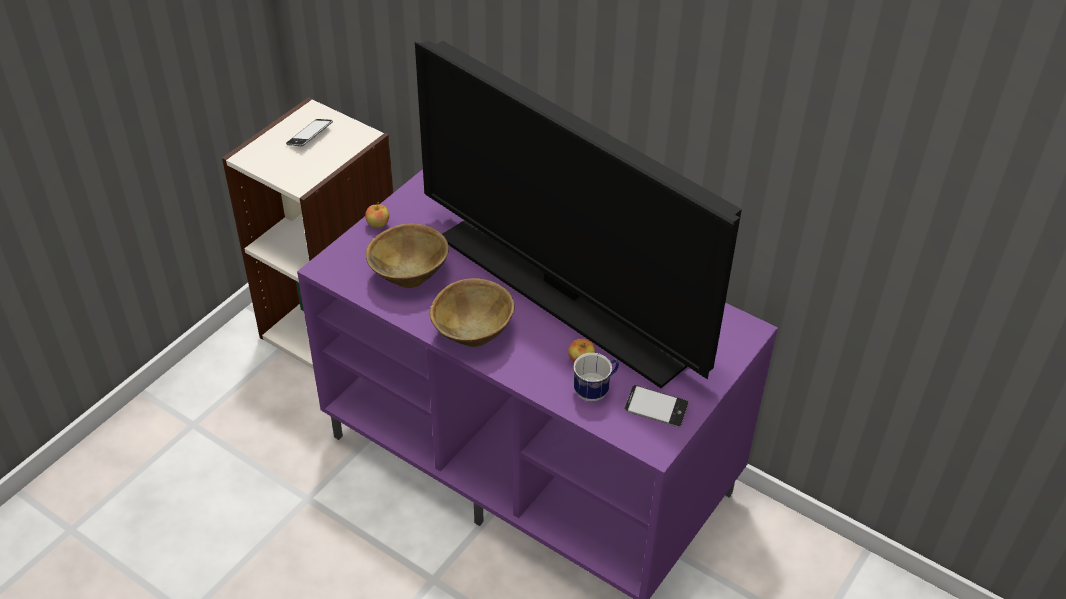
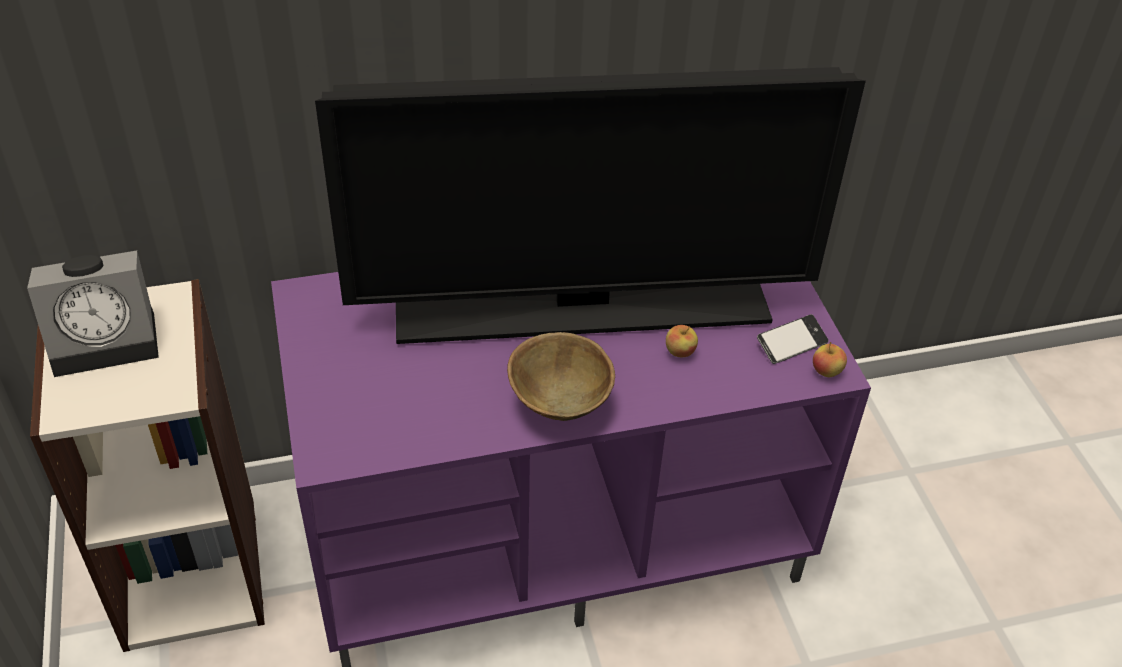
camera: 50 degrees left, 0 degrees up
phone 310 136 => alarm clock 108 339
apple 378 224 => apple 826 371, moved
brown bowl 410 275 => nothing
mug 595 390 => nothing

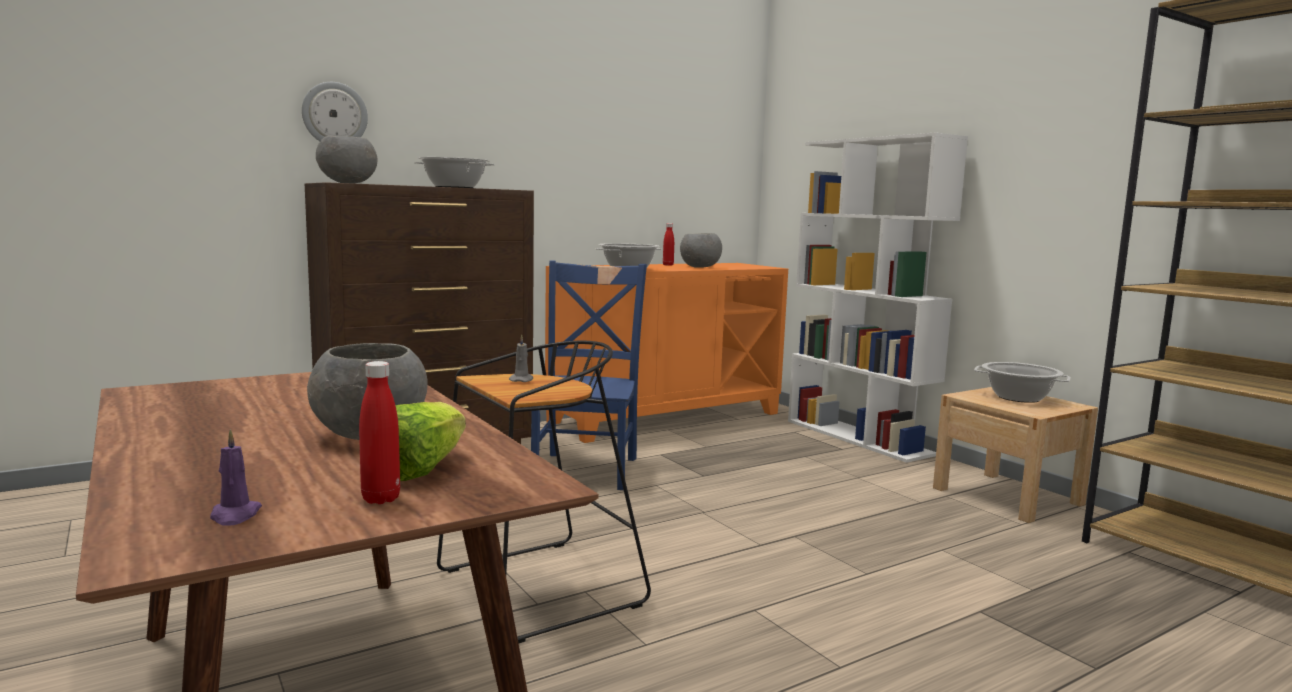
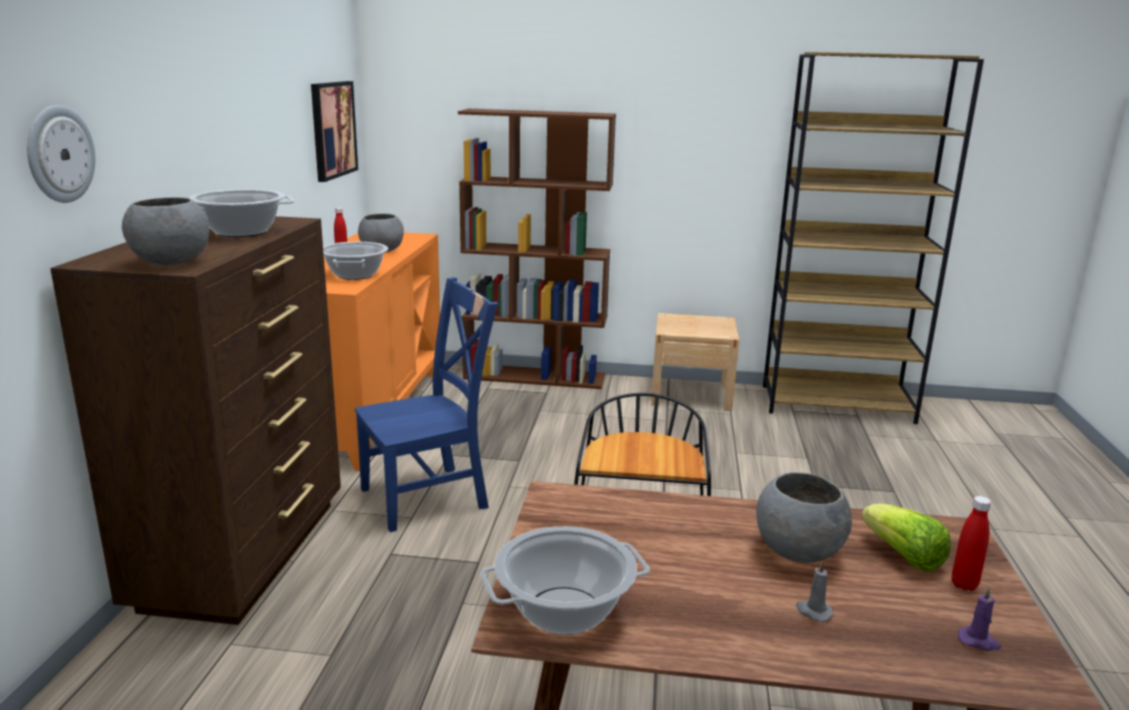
camera: 50 degrees left, 10 degrees up
grey candle 521 380 => grey candle 813 612, moved
blue chair 587 469 => blue chair 429 497, 105 degrees clockwise
white bookcase 859 437 => brown bookcase 535 376
cooking pot 1018 398 => cooking pot 564 612, moved
nothing => picture 332 129

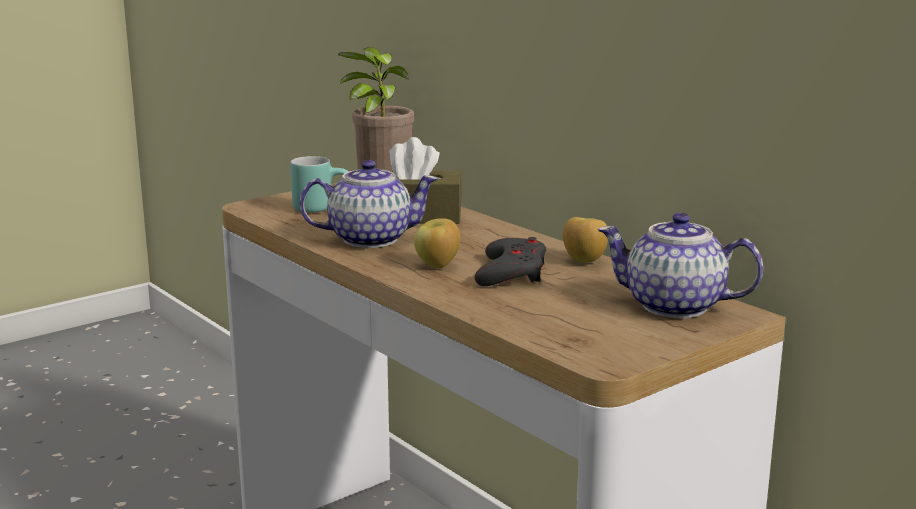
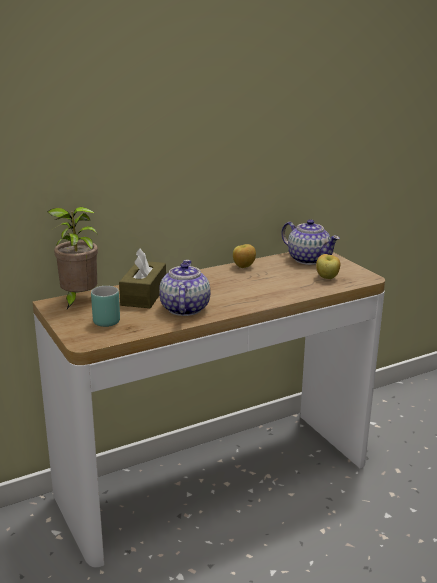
camera: 80 degrees left, 5 degrees up
apple 438 265 => apple 327 278, moved
grey game controller 511 272 => nothing
teapot 675 306 => teapot 308 259, 75 degrees counterclockwise

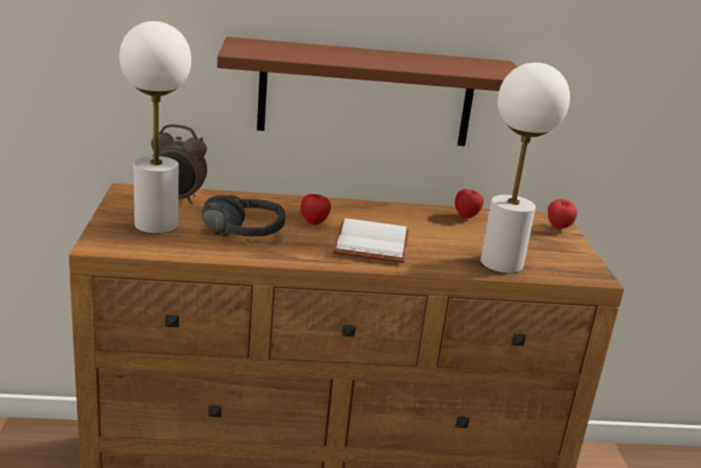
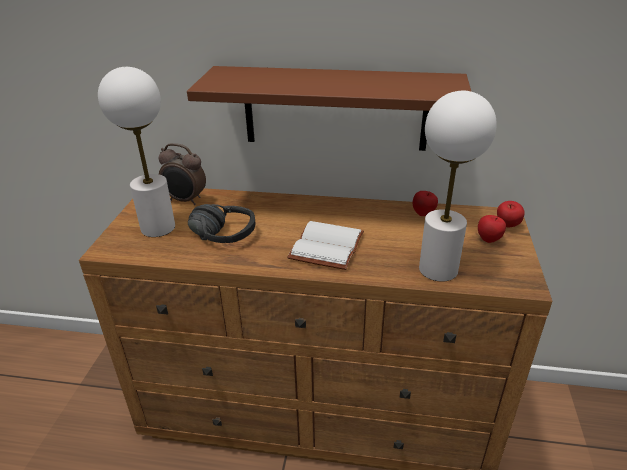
camera: 15 degrees right, 10 degrees up
apple 314 223 => apple 489 240, moved

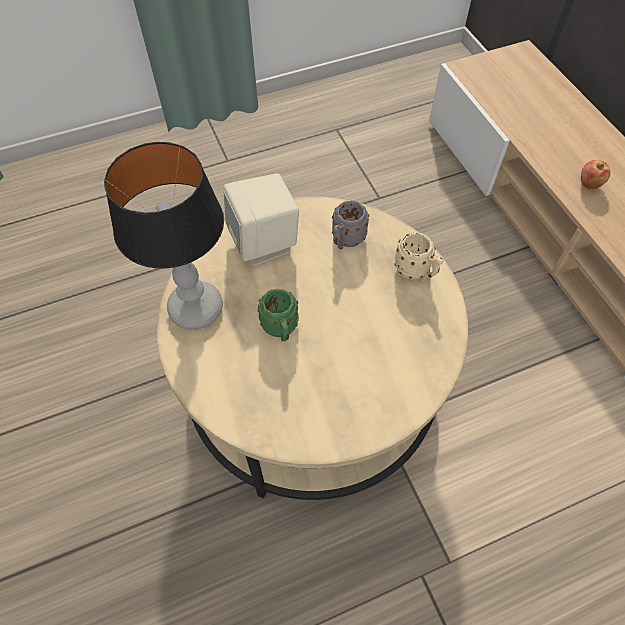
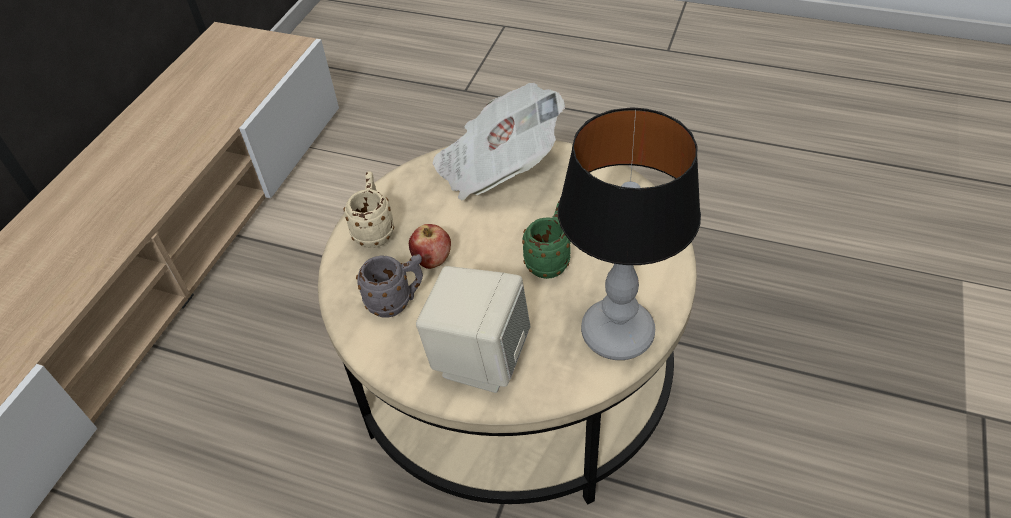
camera: 135 degrees left, 10 degrees down
apple 589 184 => apple 432 260, moved
nothing => newspaper 497 167

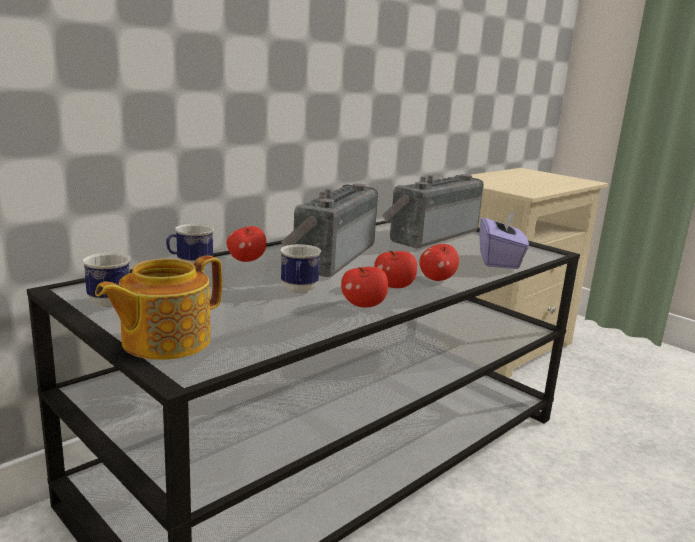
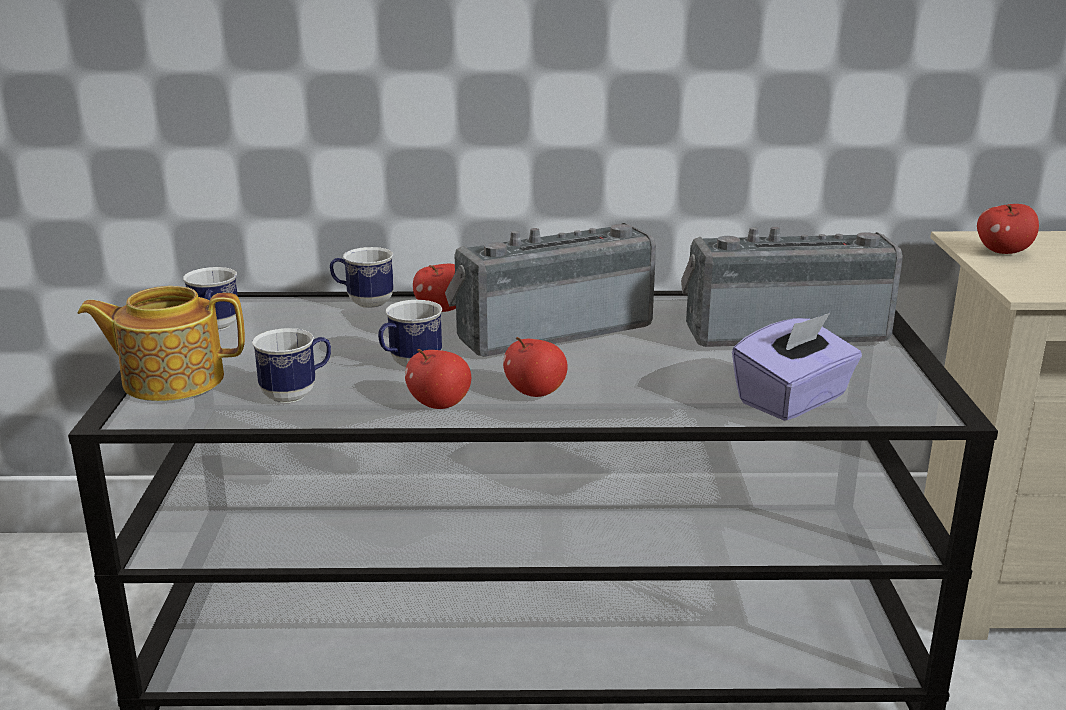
camera: 45 degrees right, 5 degrees up
apple 437 279 => apple 1003 252, moved
nothing => mug 297 394

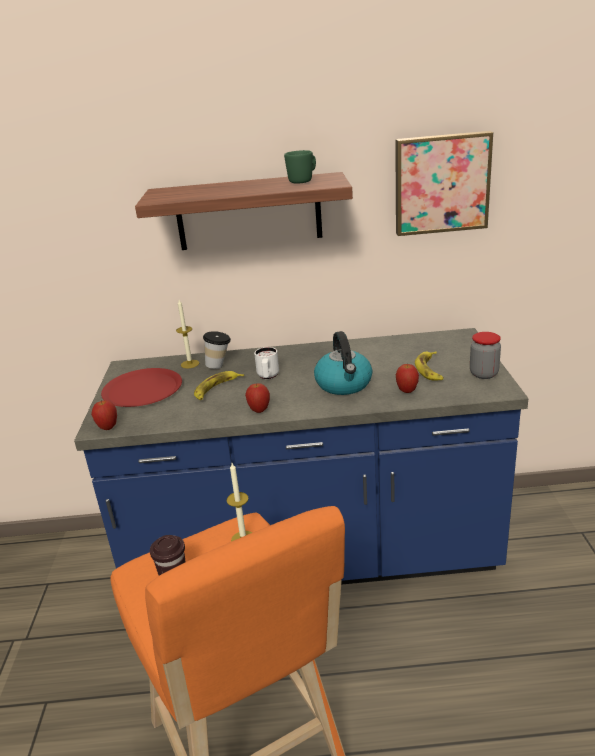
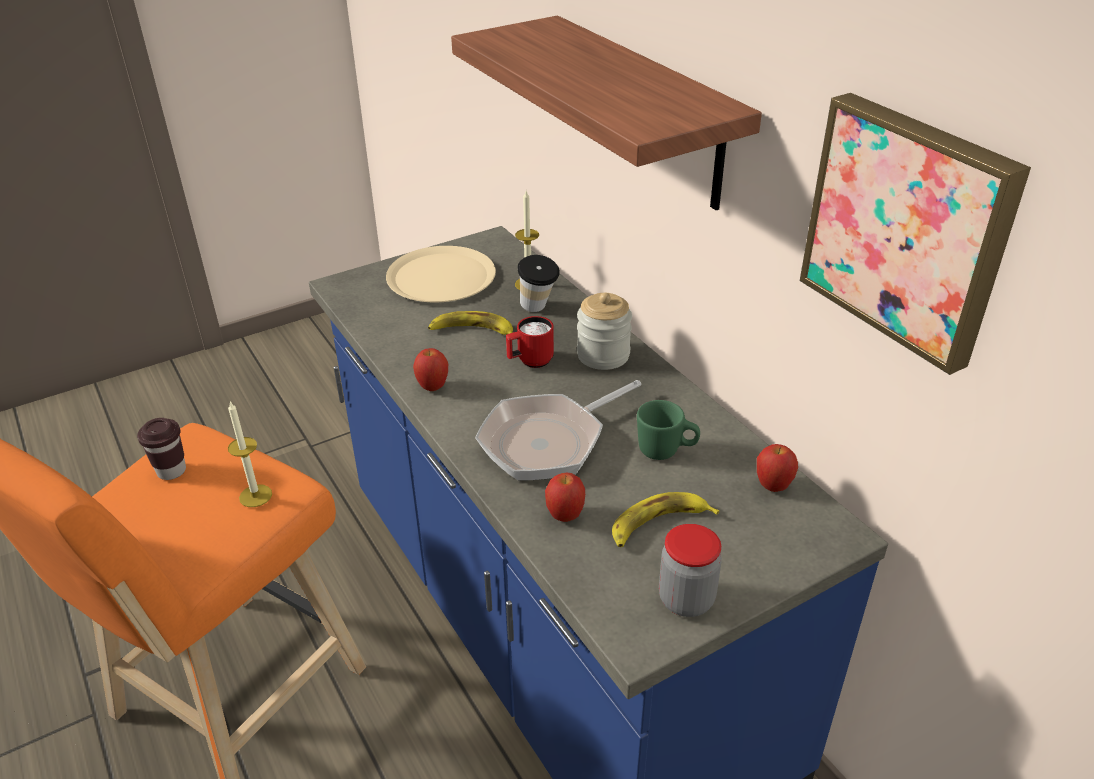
camera: 60 degrees right, 10 degrees up
apple 108 427 => apple 772 486, moved
red plate 142 389 => beige plate 441 277
white mug 268 377 => red mug 530 362
green mug 303 181 => green mug 666 451, moved
kettle 344 384 => frying pan 549 441
nothing => jar 603 355

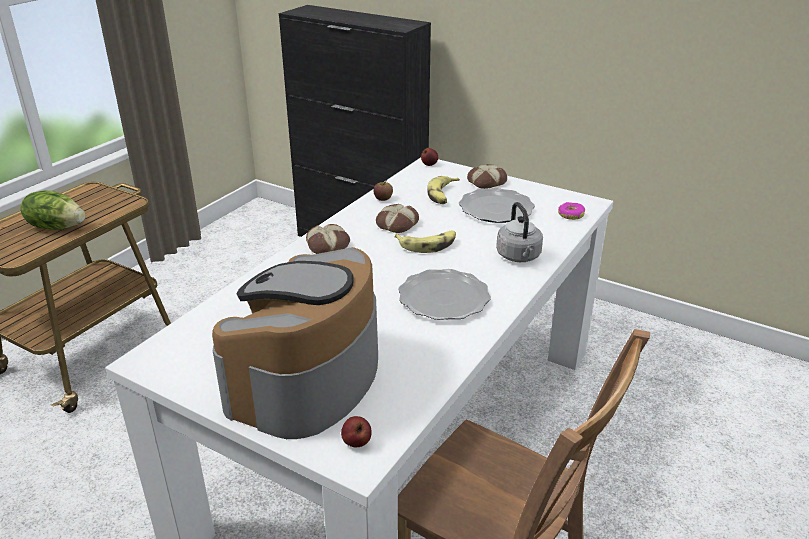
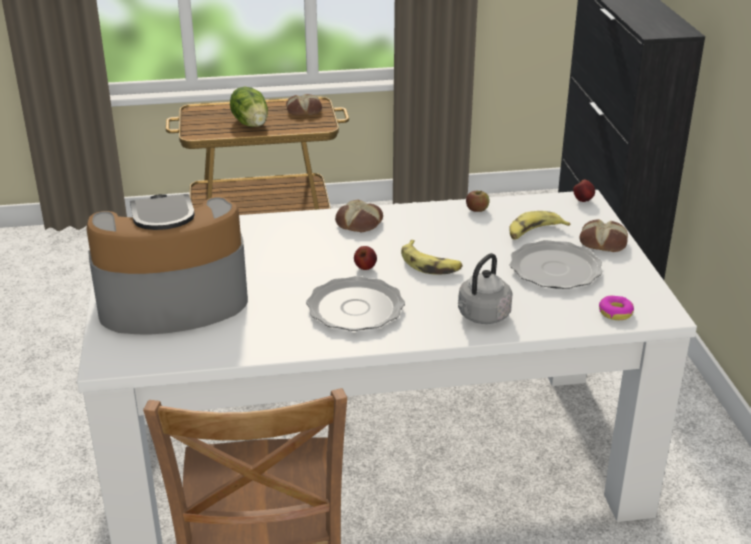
camera: 50 degrees right, 0 degrees up
apple 356 442 => apple 365 267, moved
bread 396 223 => bread 304 110, moved

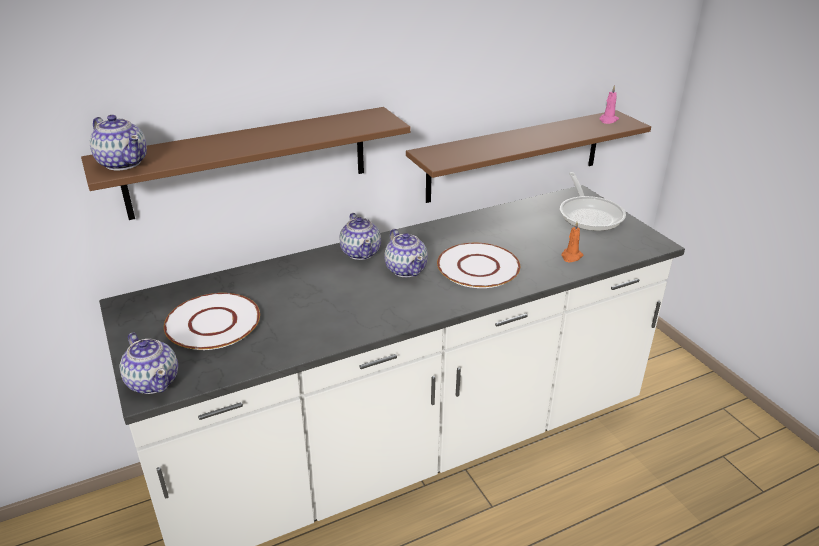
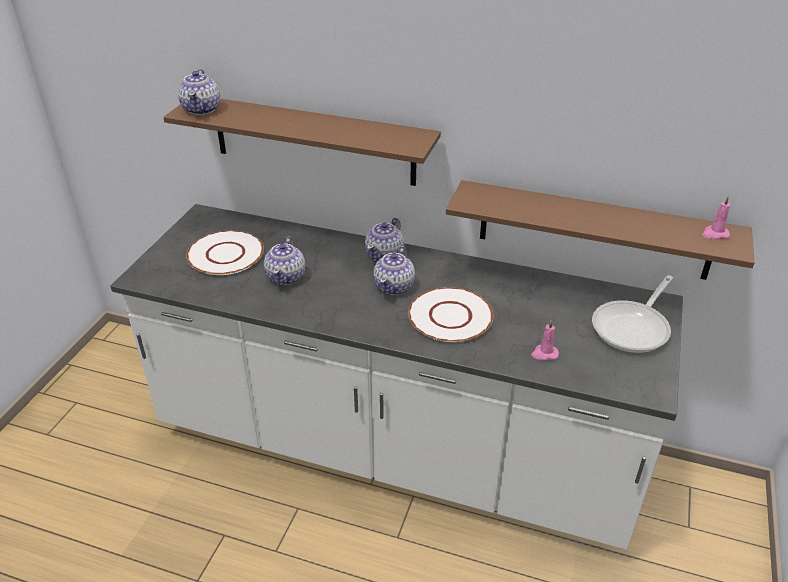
camera: 45 degrees right, 5 degrees up
teapot 153 381 => teapot 286 277, moved
orange candle 571 256 => pink candle 544 354

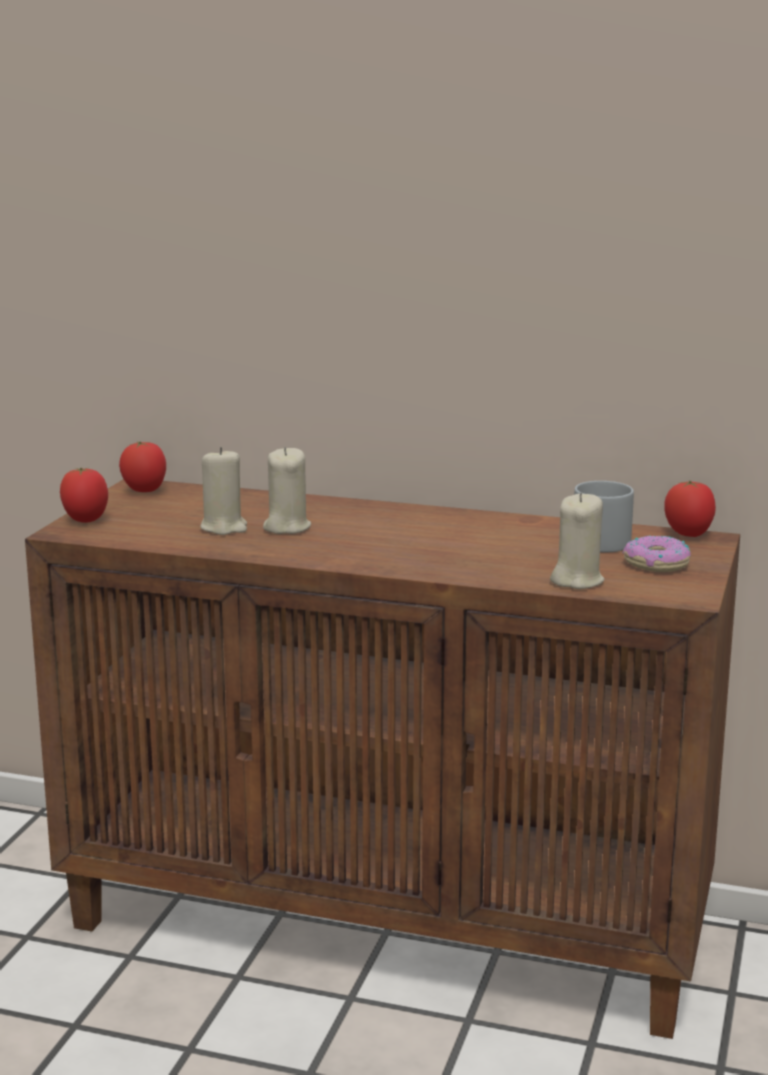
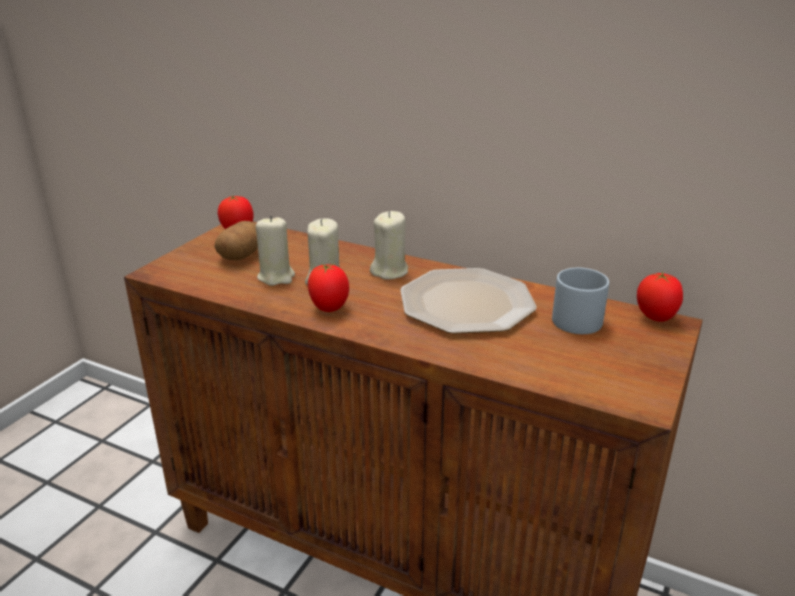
camera: 10 degrees right, 10 degrees up
tomato 86 521 => tomato 329 308, moved
beige candle 577 580 => beige candle 390 271, moved
donut 656 564 => nothing
nothing => potato 240 256
nothing => plate 465 303

